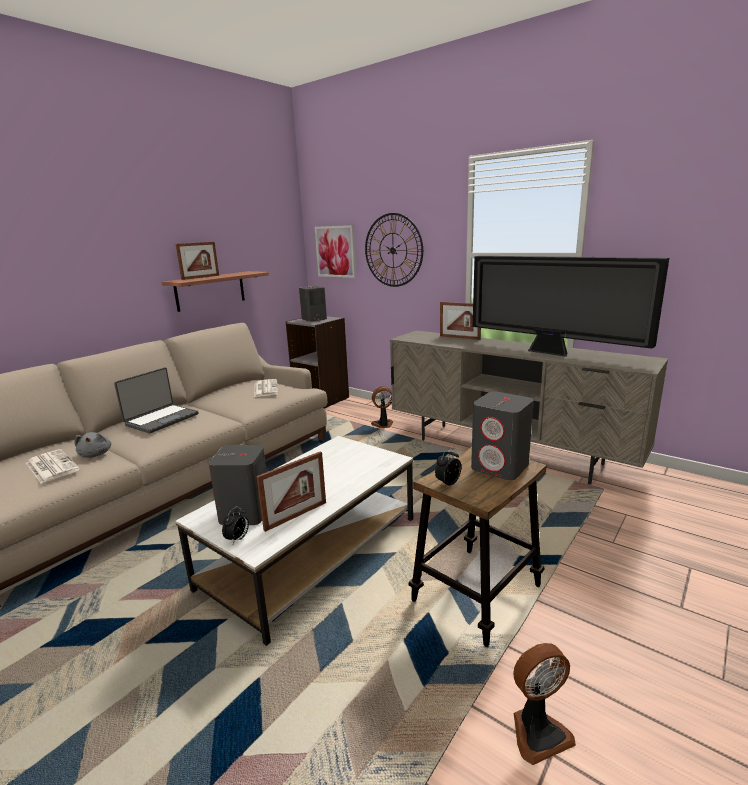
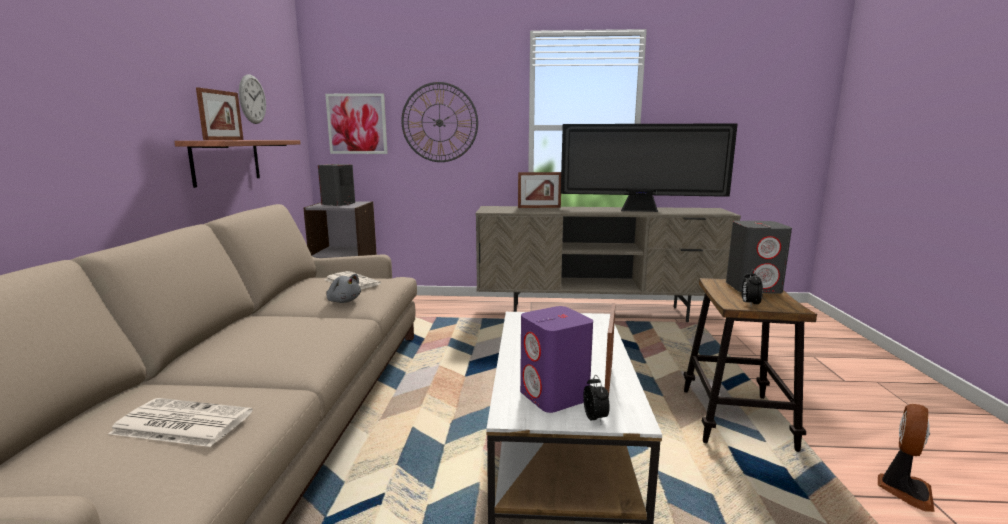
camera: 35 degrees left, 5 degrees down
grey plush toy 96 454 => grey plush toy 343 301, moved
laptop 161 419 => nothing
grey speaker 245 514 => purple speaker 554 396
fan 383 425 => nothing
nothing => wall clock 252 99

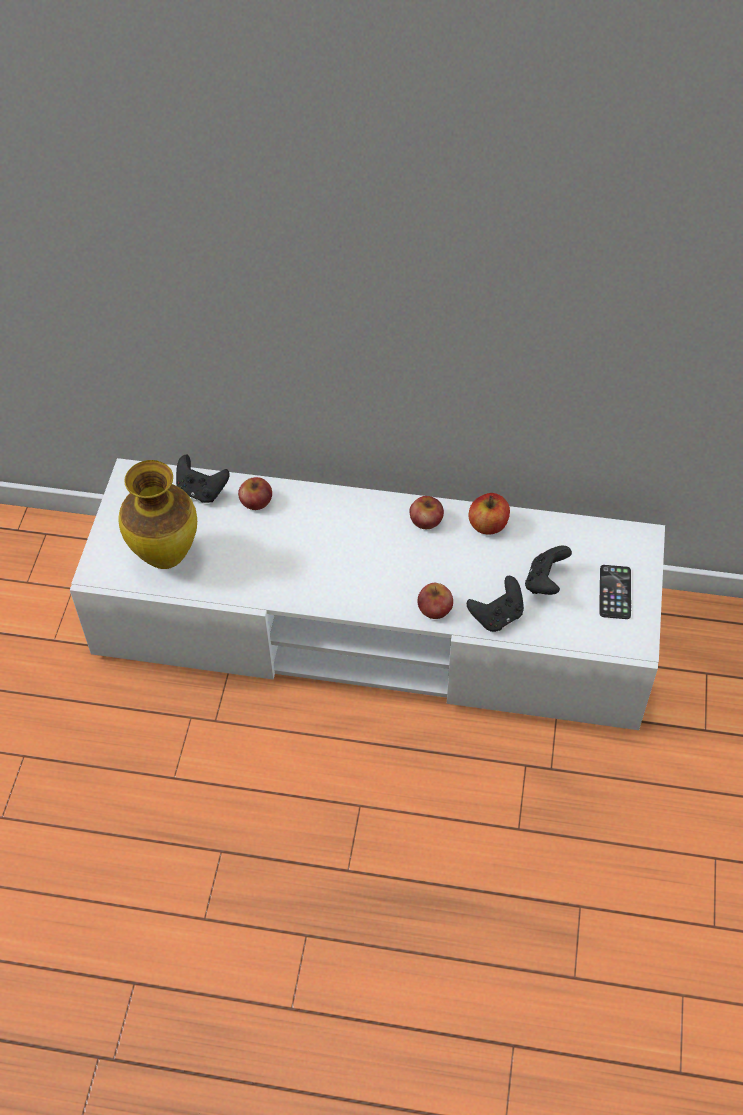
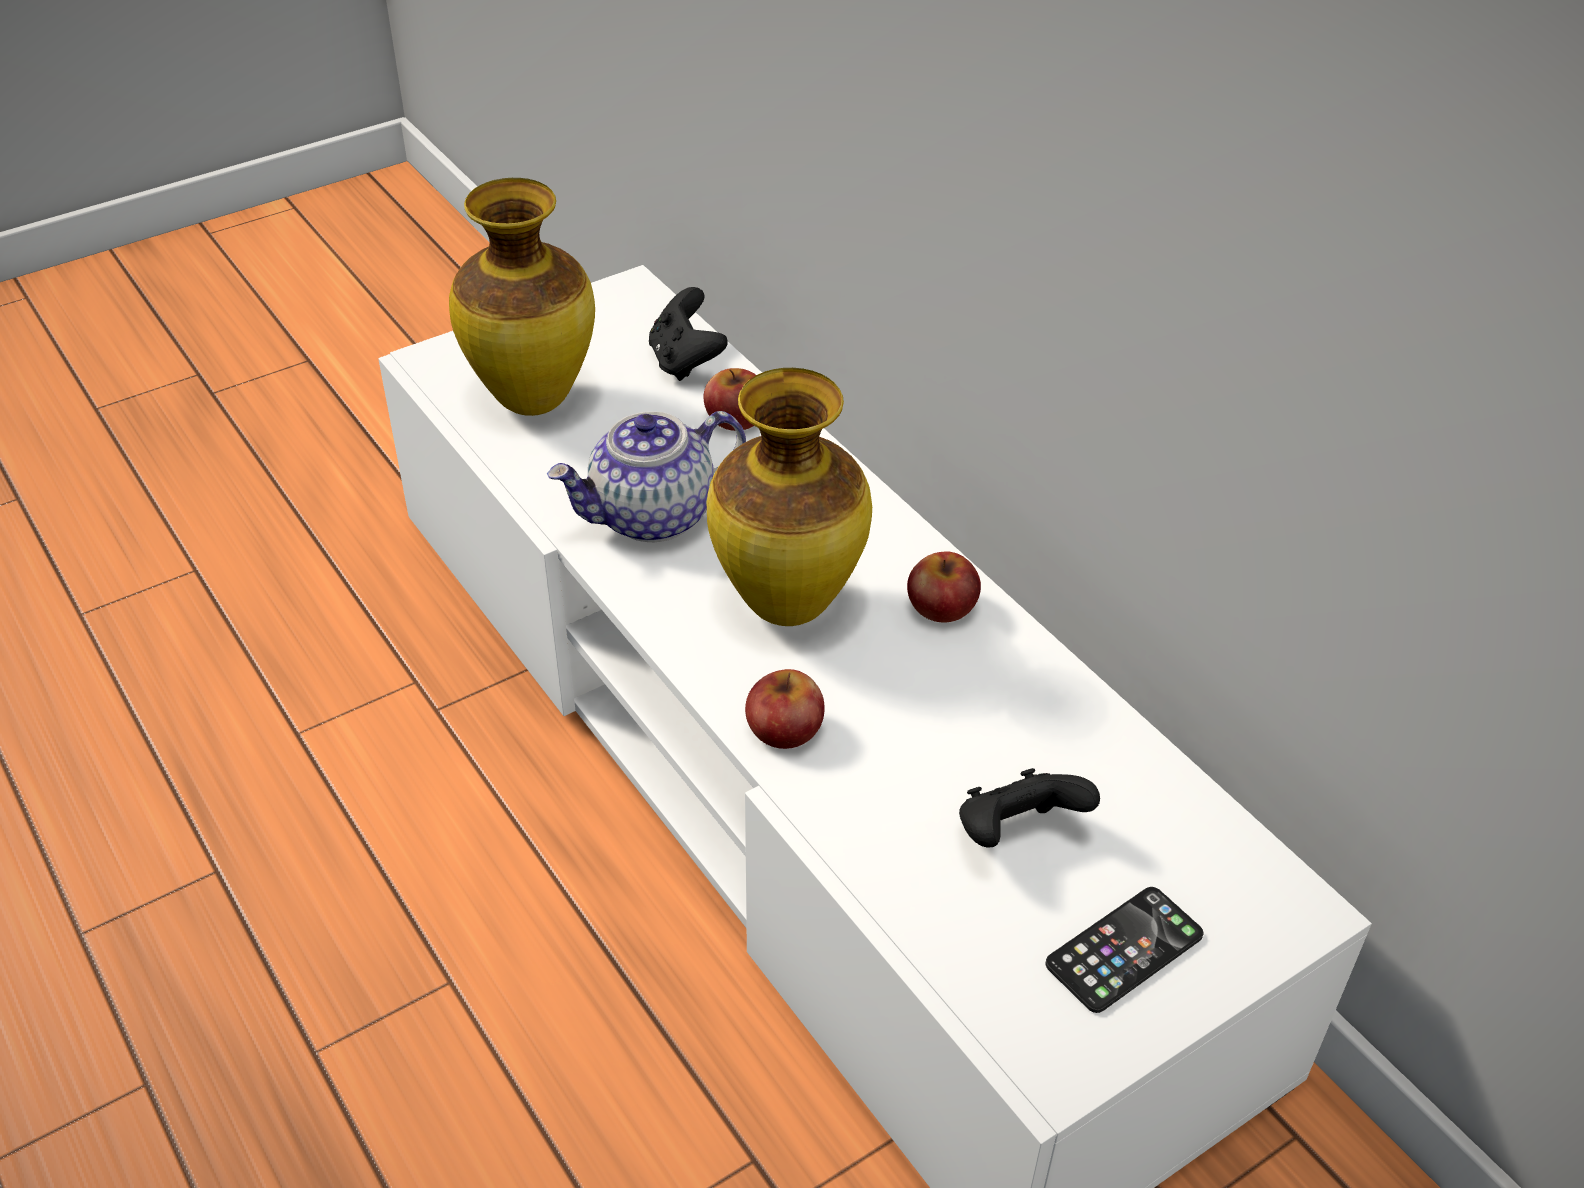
camera: 45 degrees right, 10 degrees down
black game controller 497 616 => nothing
apple 488 525 => nothing
nothing => teapot 652 516
nothing => vase 790 607

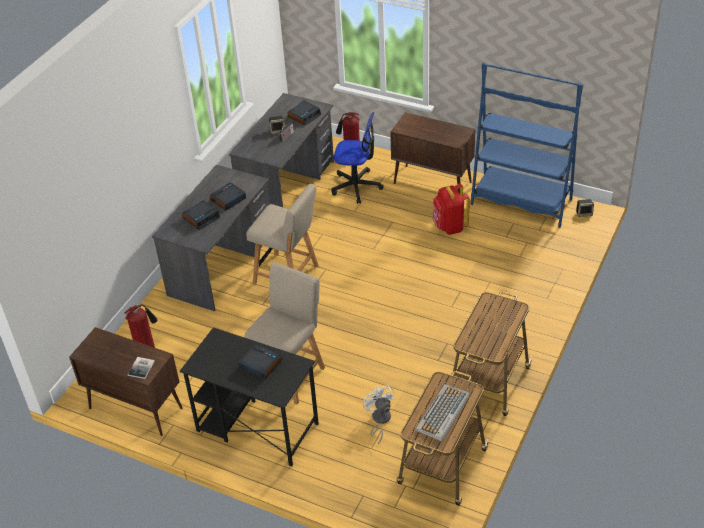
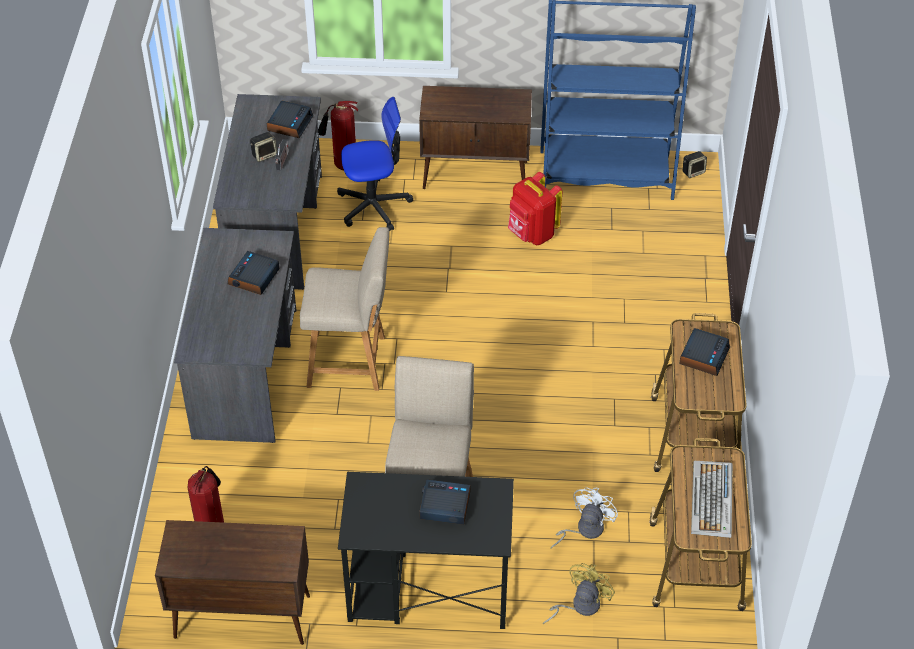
camera: 25 degrees left, 5 degrees up
book 142 367 => nothing
alarm clock 201 218 => alarm clock 703 355, moved
white fan 379 420 => white fan 584 530, 75 degrees clockwise
nothing => yellow fan 579 606

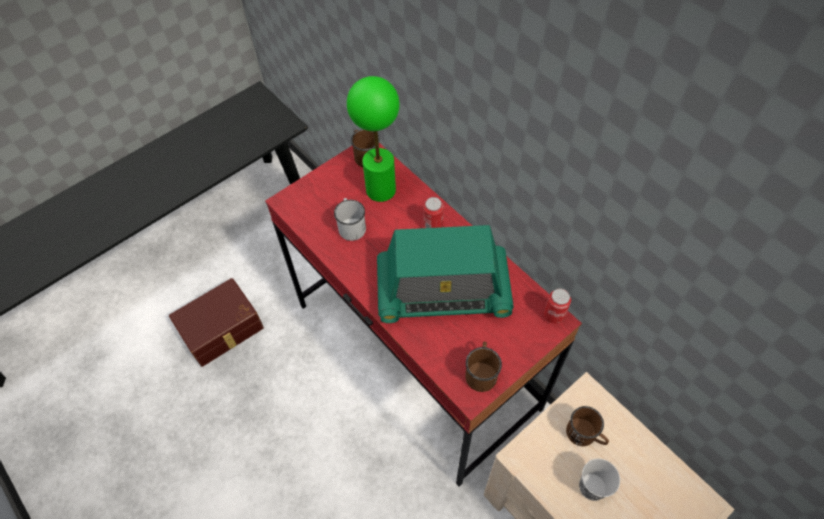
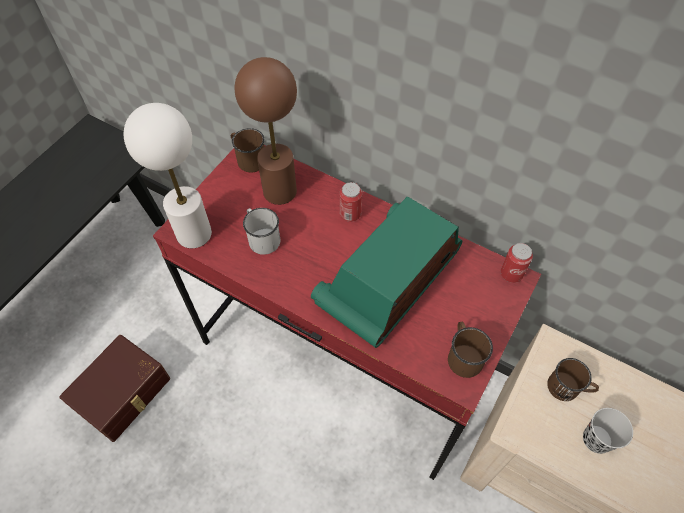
camera: 20 degrees left, 0 degrees up
green table lamp 381 190 => brown table lamp 280 191
radio 443 290 => radio 388 280, 150 degrees clockwise
nothing => white table lamp 194 233

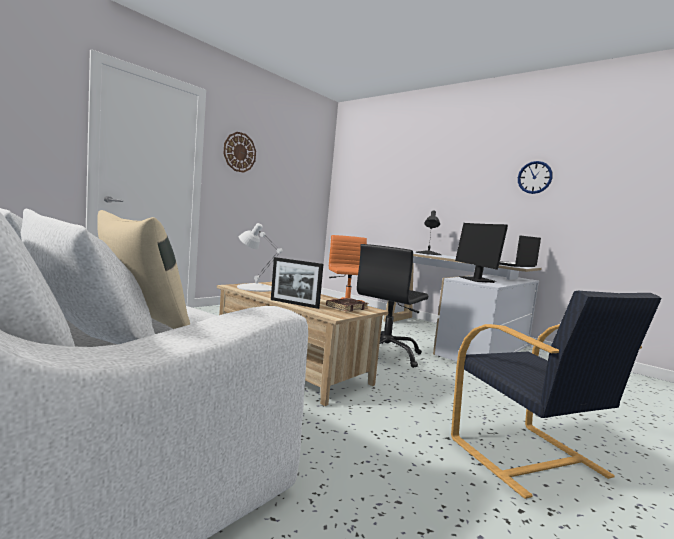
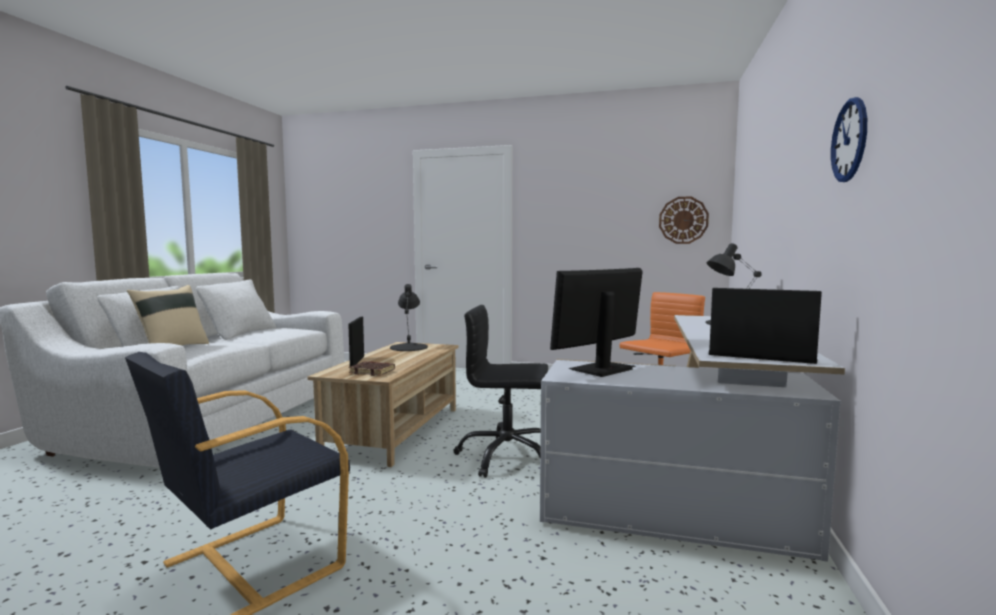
camera: 65 degrees right, 0 degrees up
wall clock 239 152 => wall clock 683 220, moved
white table lamp 255 287 => black table lamp 409 347

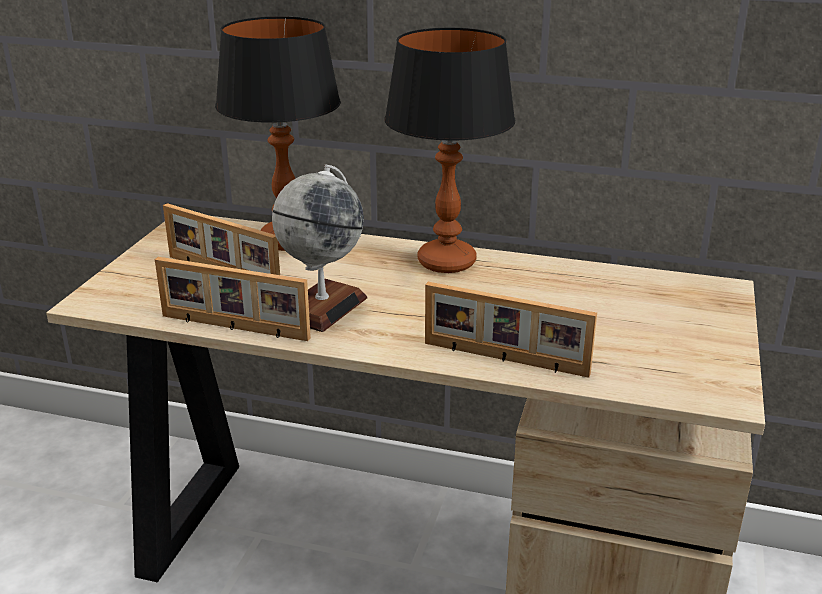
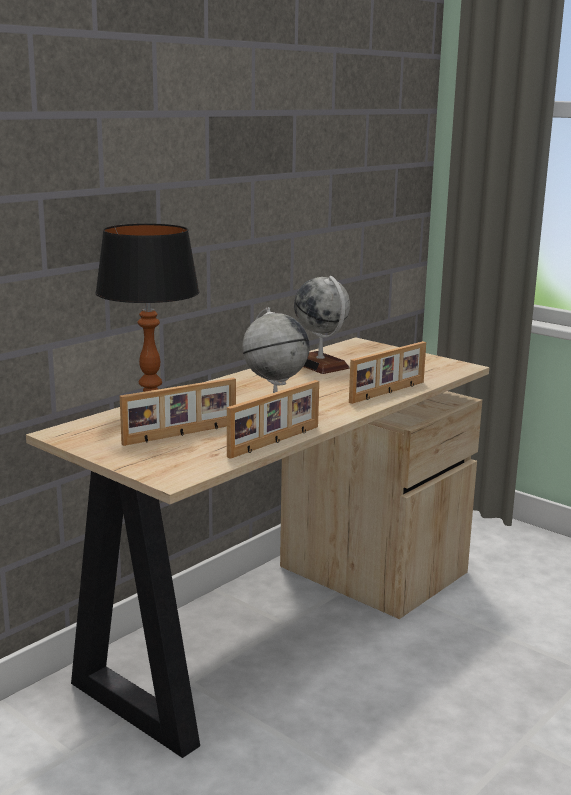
camera: 65 degrees left, 10 degrees down
table lamp 447 262 => nothing
nothing => globe 320 365

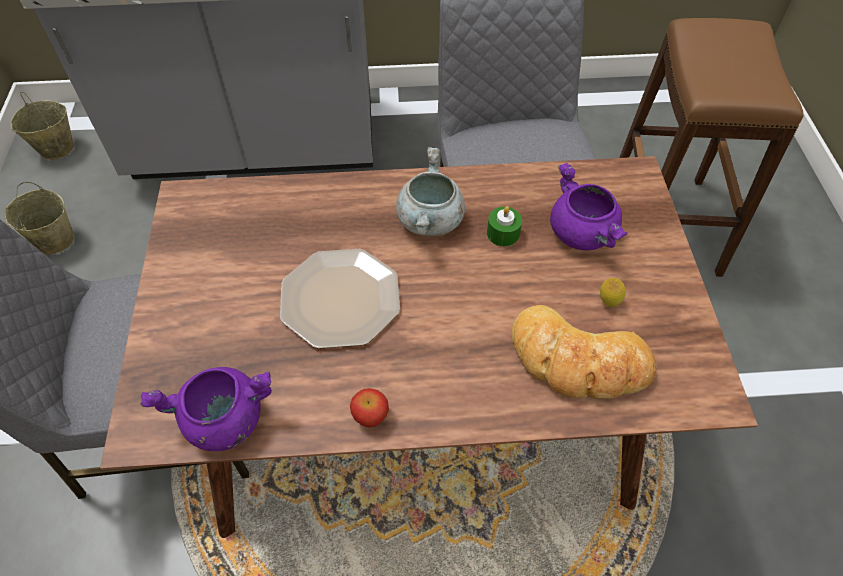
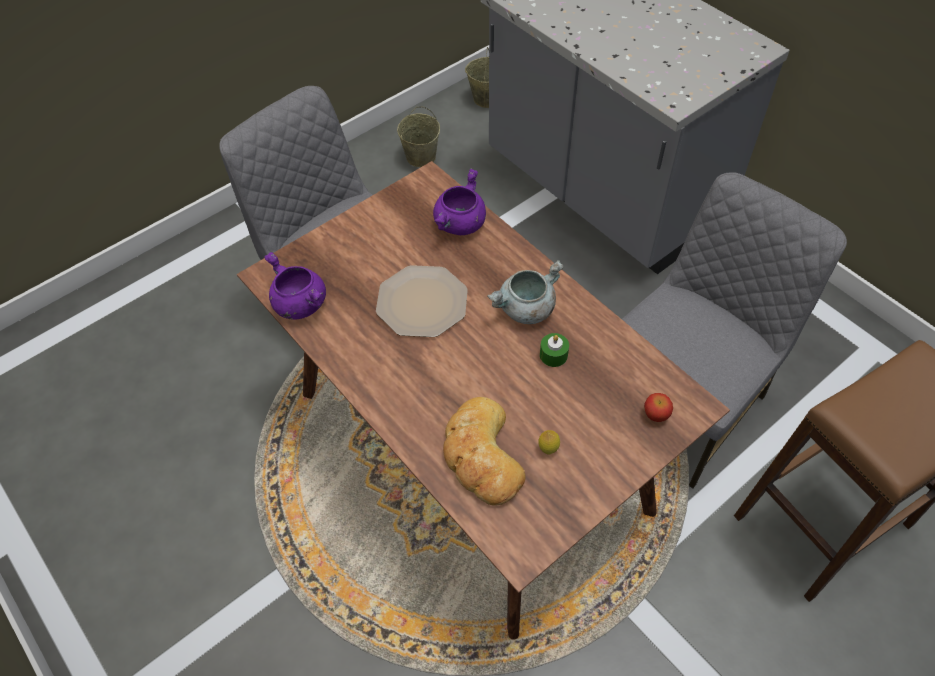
camera: 55 degrees right, 0 degrees up
apple 370 416 => apple 655 415, moved
purple cooking pot 583 234 => purple cooking pot 460 225, moved

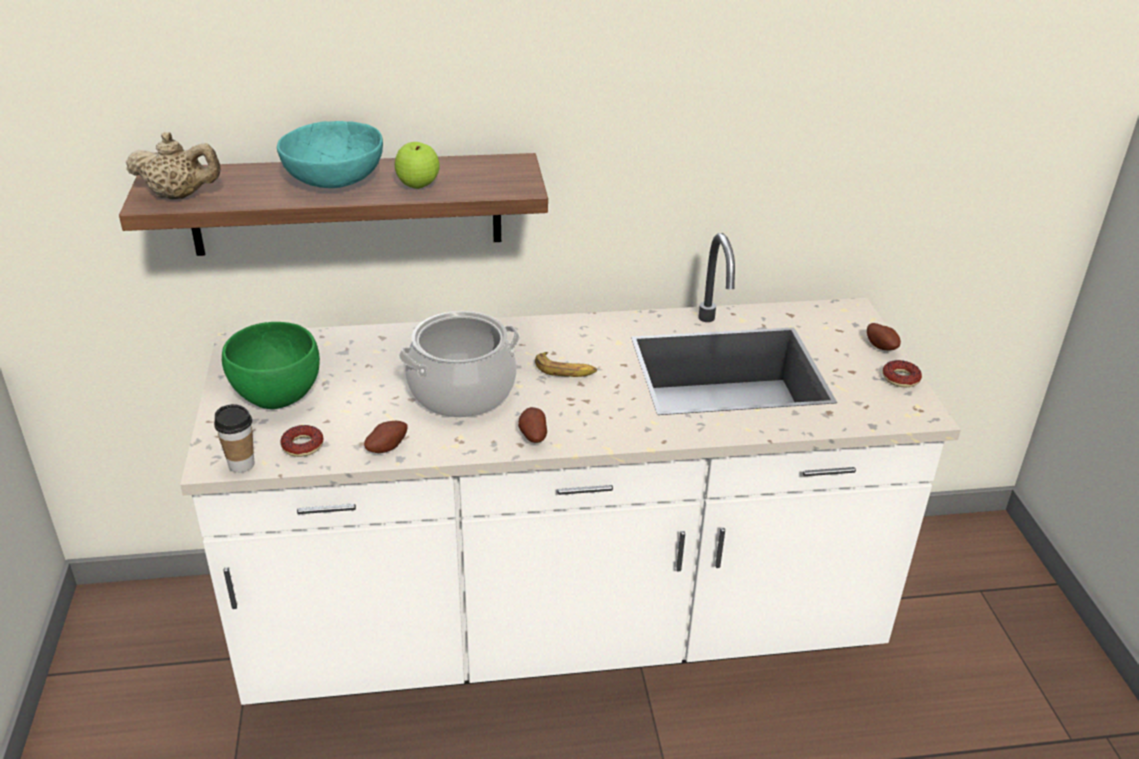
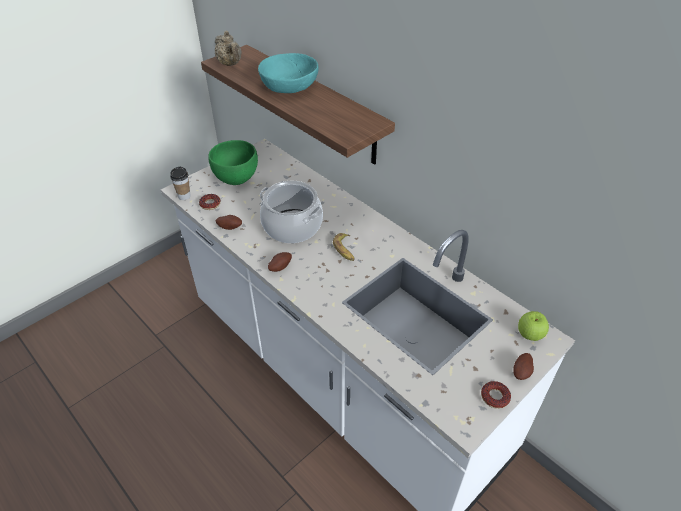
camera: 55 degrees right, 10 degrees up
apple 418 185 => apple 530 335, moved

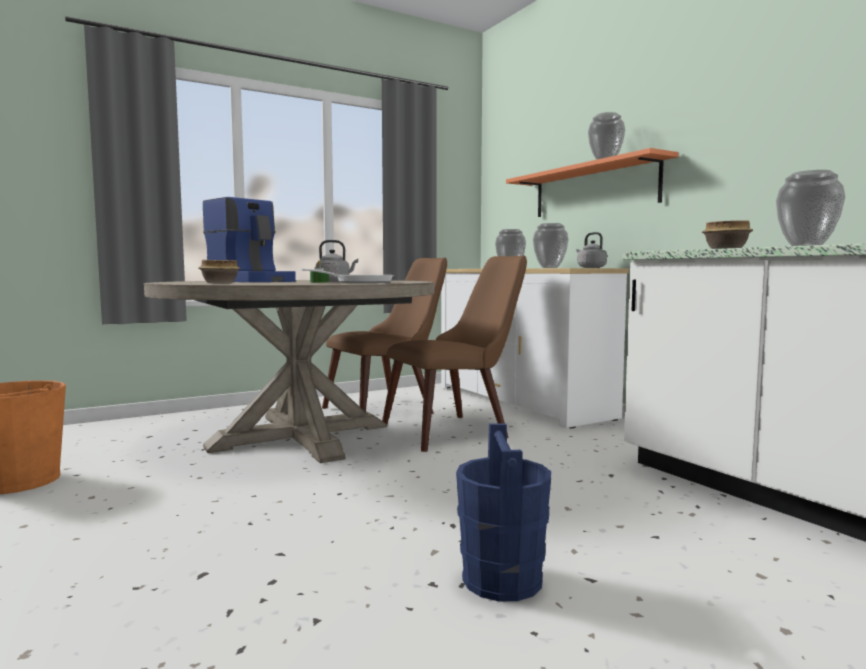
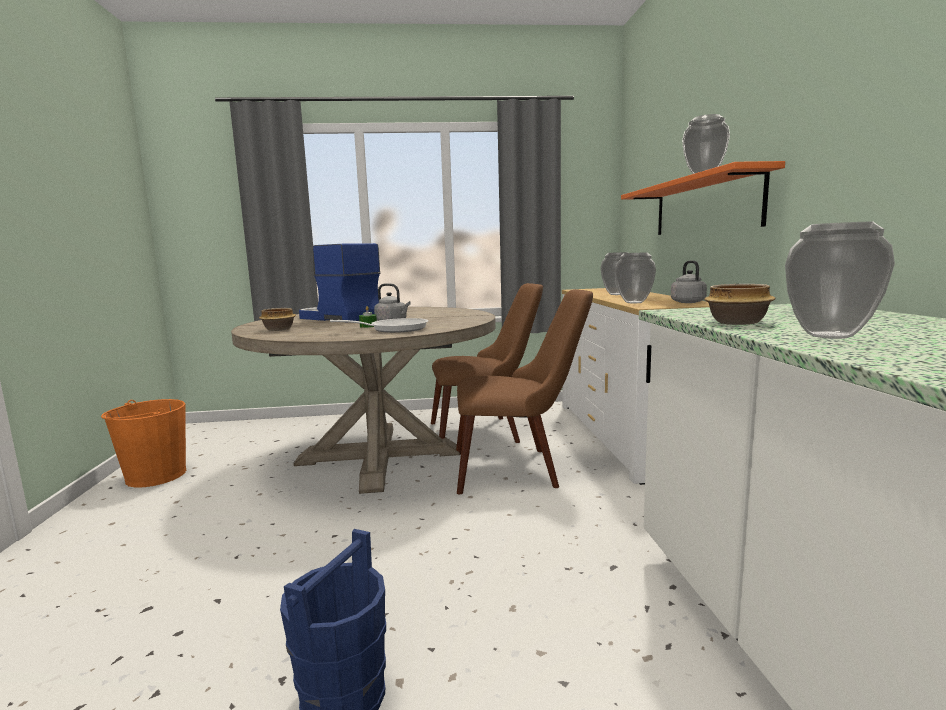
camera: 25 degrees right, 5 degrees up
coffee machine 252 281 => coffee machine 339 318, 150 degrees clockwise

